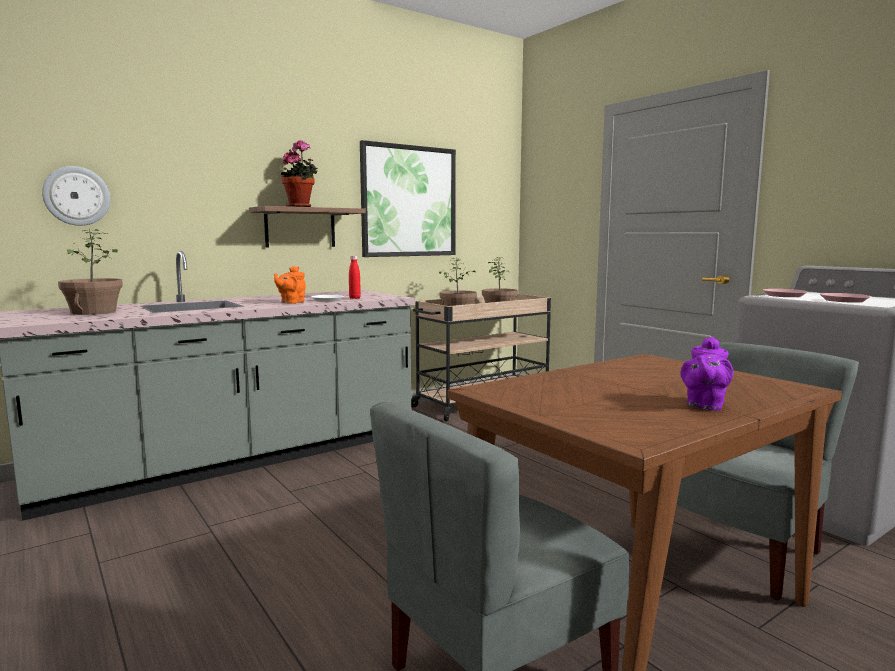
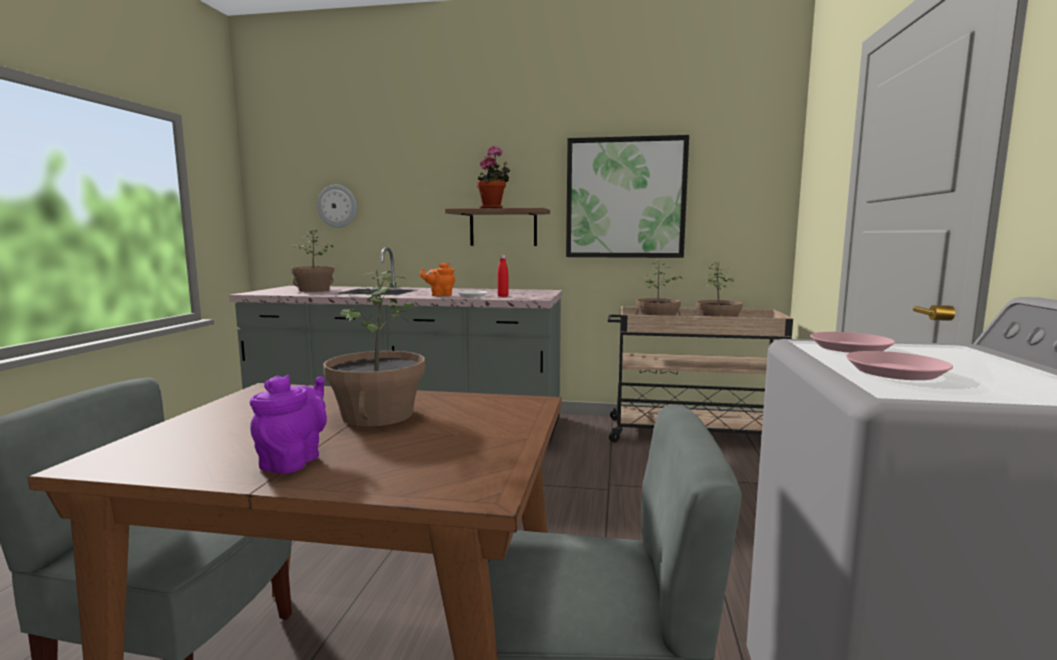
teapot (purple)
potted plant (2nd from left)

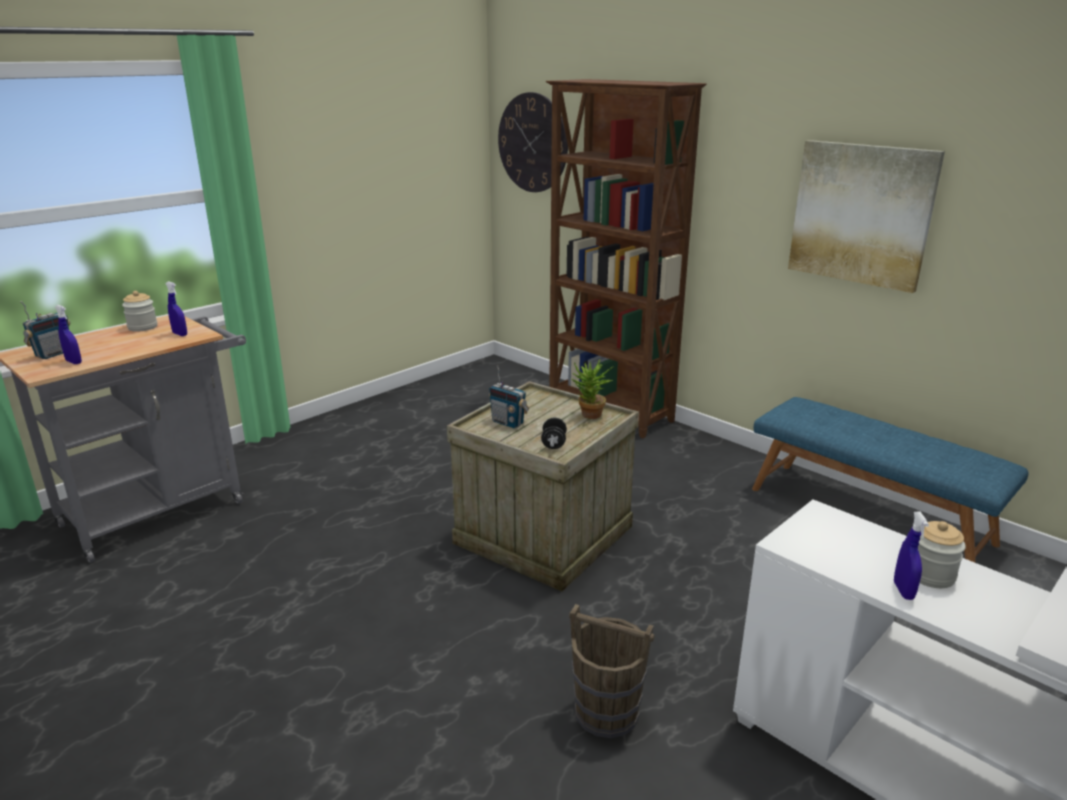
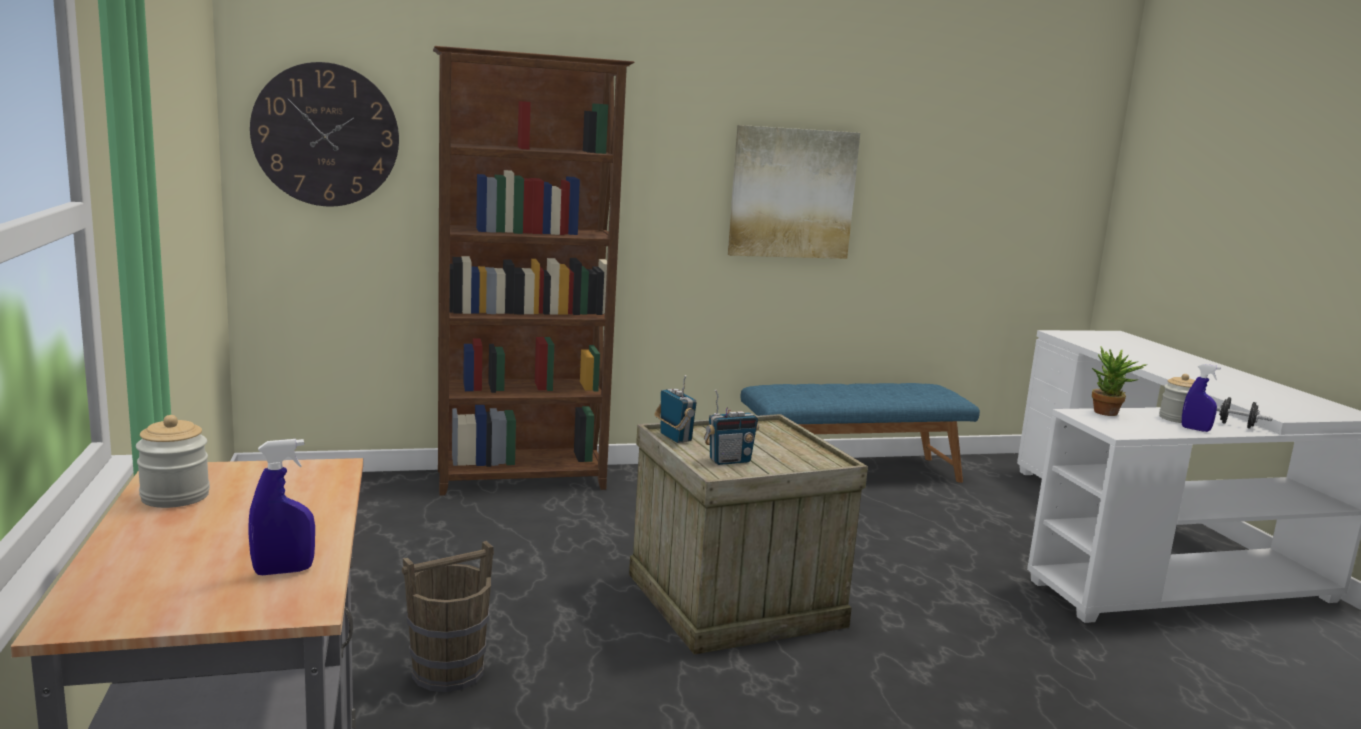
radio (1st from left)
spray bottle (blue) (2nd from left in the first image)
dumbbell (black)
bucket (brown)
potted plant

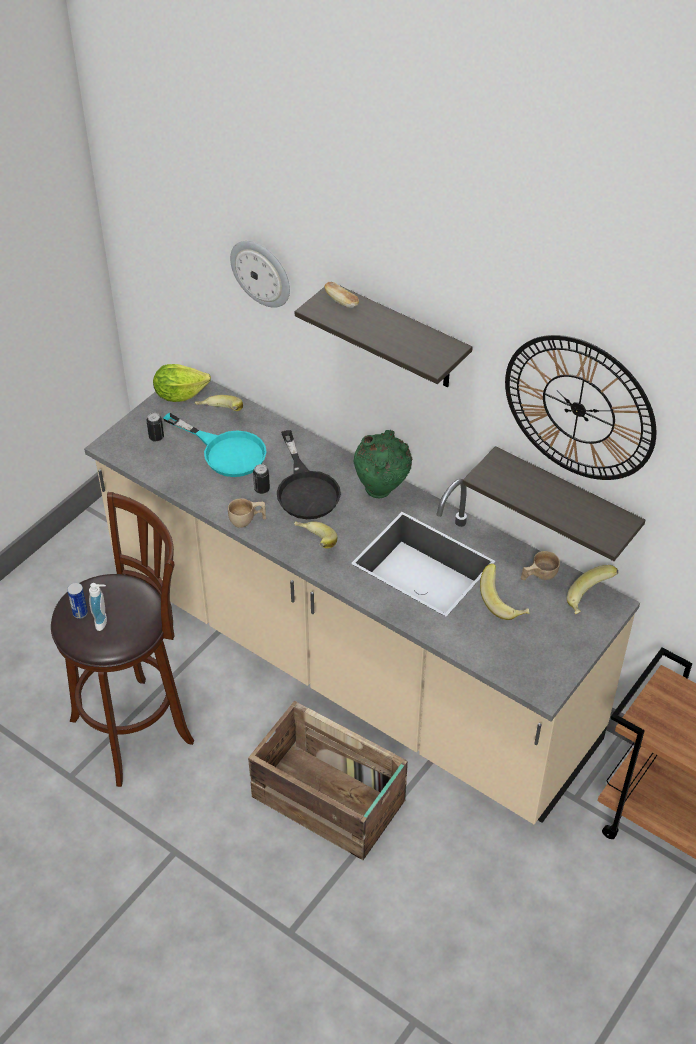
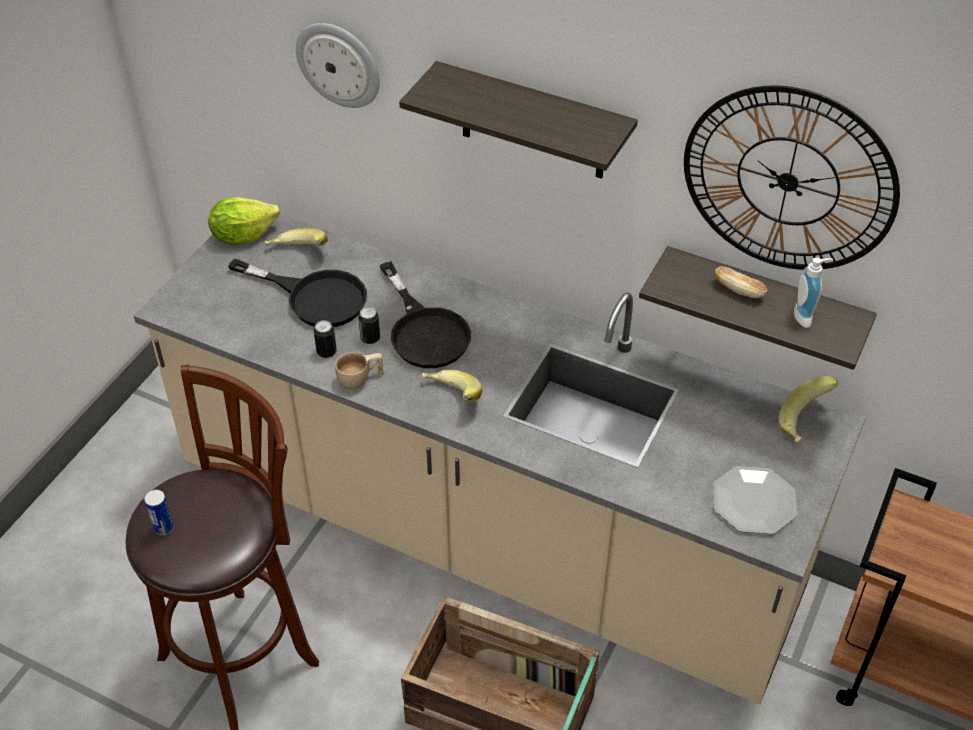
soap dispenser
can (2nd from left)
frying pan (black) (1st from left)
bread
vase (green)
banana (3rd from left in the first image)
cup (beige) (2nd from left in the first image)
plate

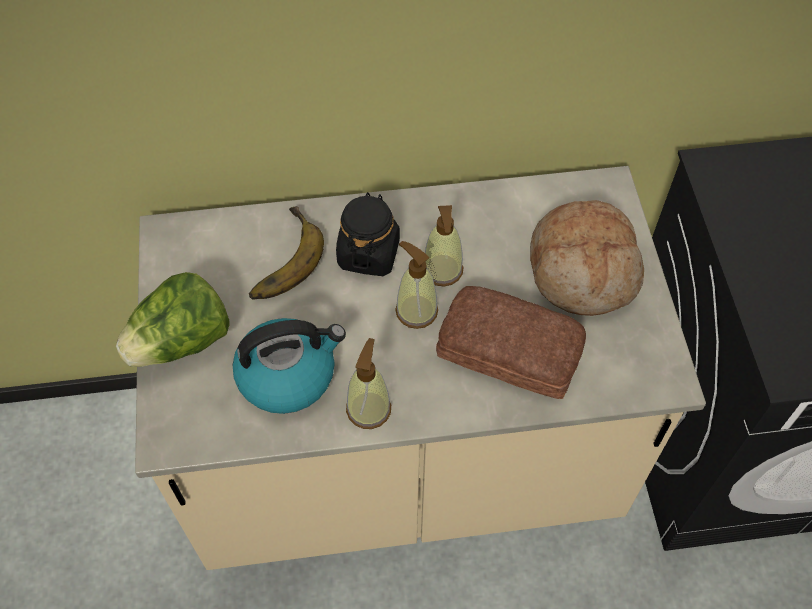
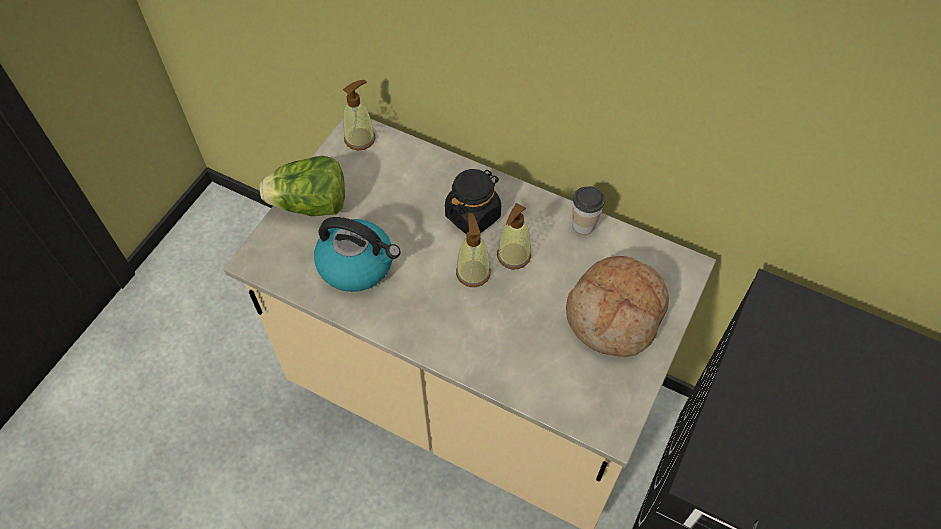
banana
soap dispenser (1st from left)
bread (1st from left in the first image)
cup

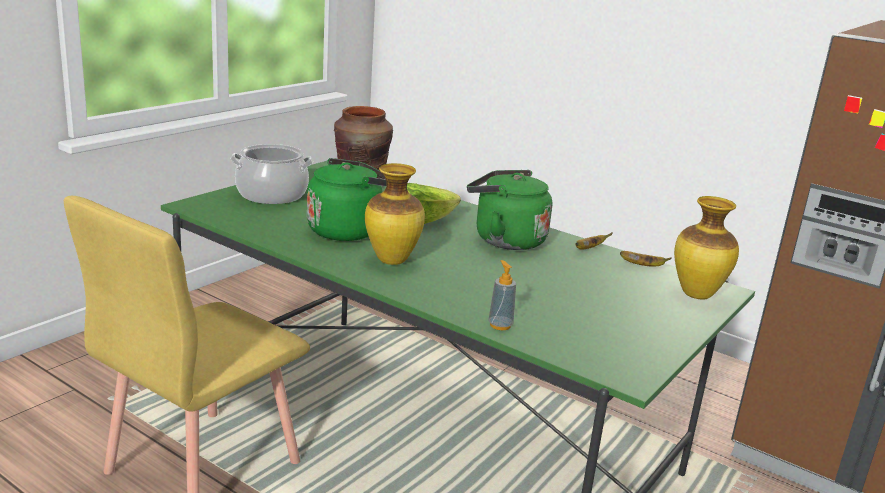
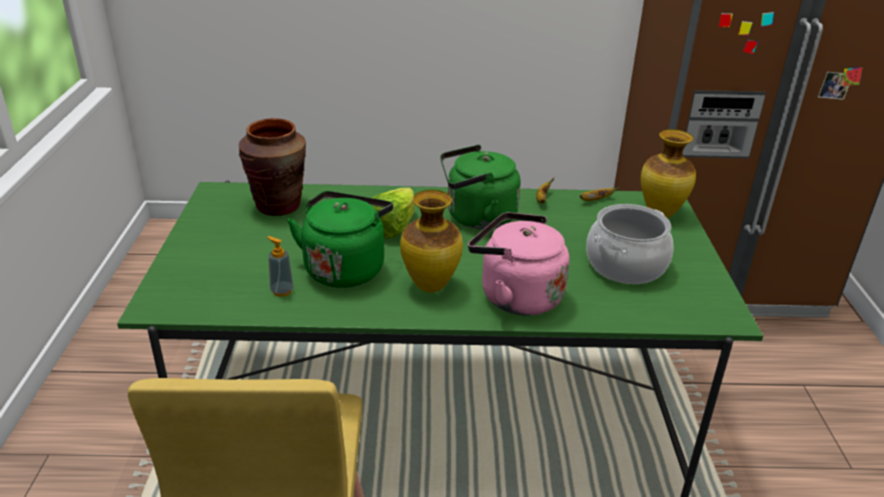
cooking pot
soap dispenser
kettle (pink)

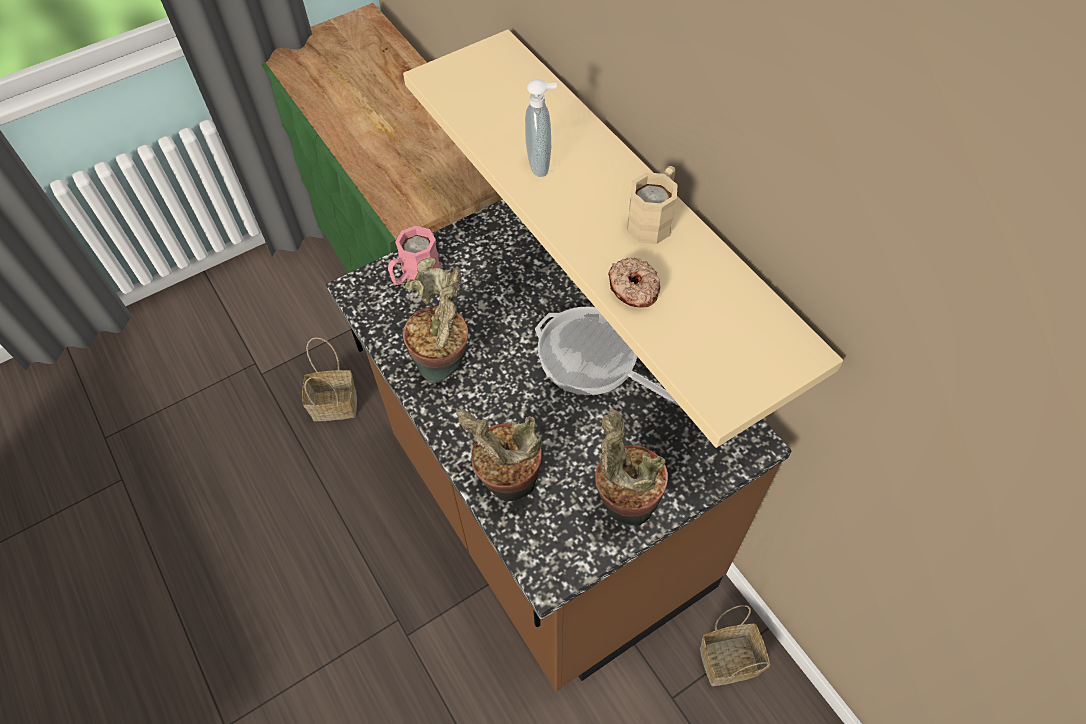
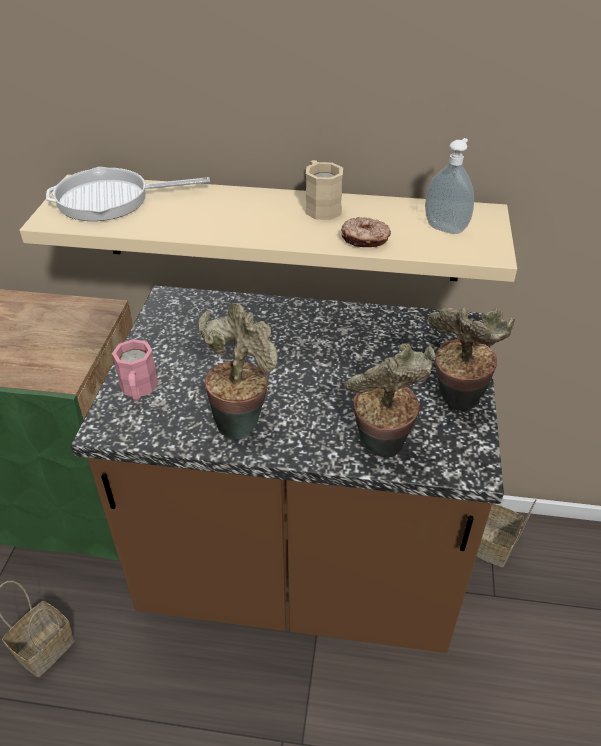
soap dispenser
frying pan

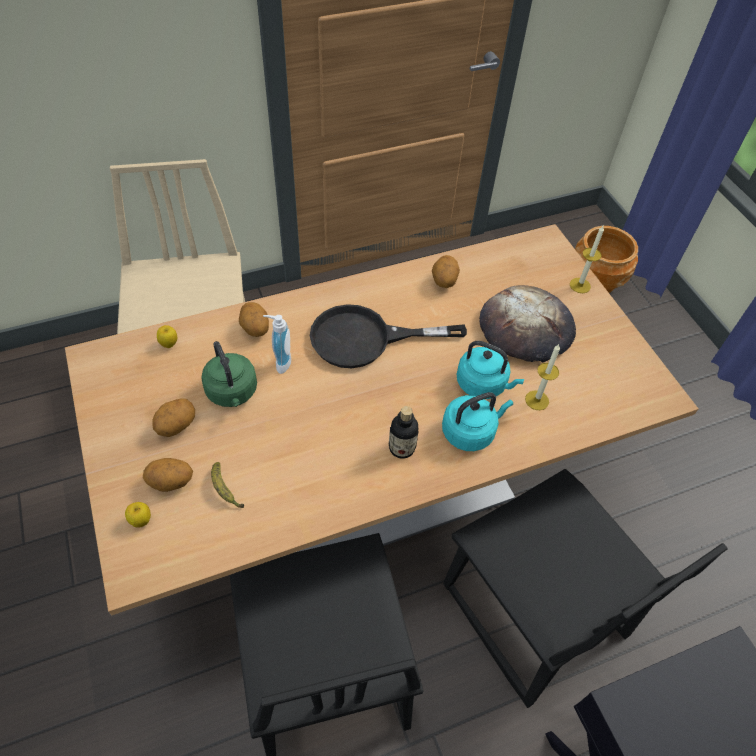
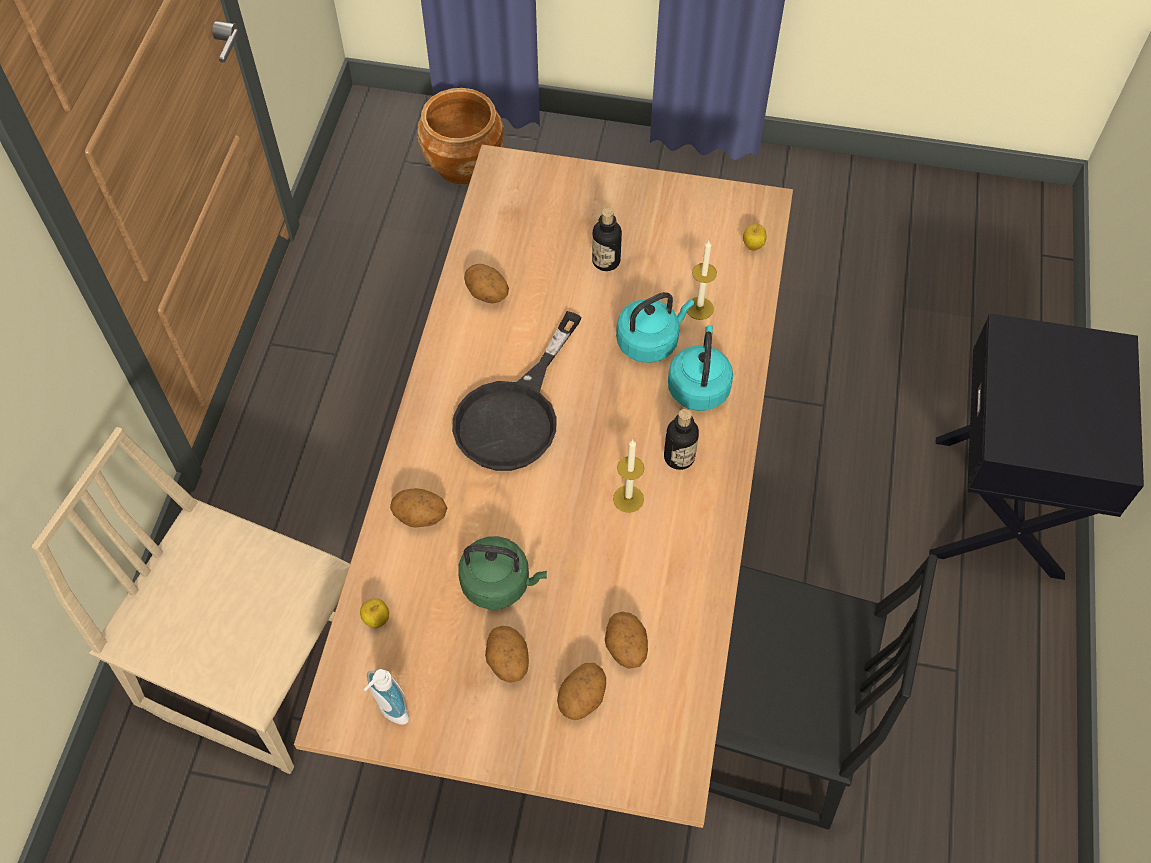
apple (2nd from left)
potato (5th from left)
soap dispenser
chair (black) (2nd from left in the first image)
bottle (1st from left)
candle (1st from left)

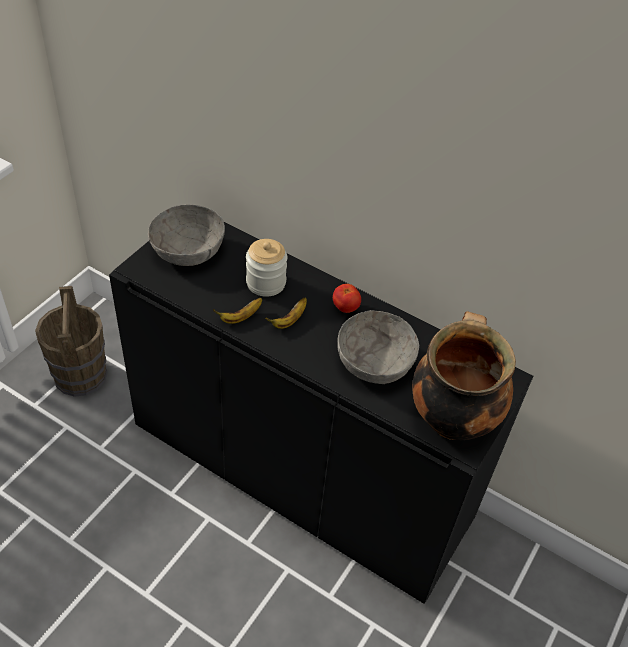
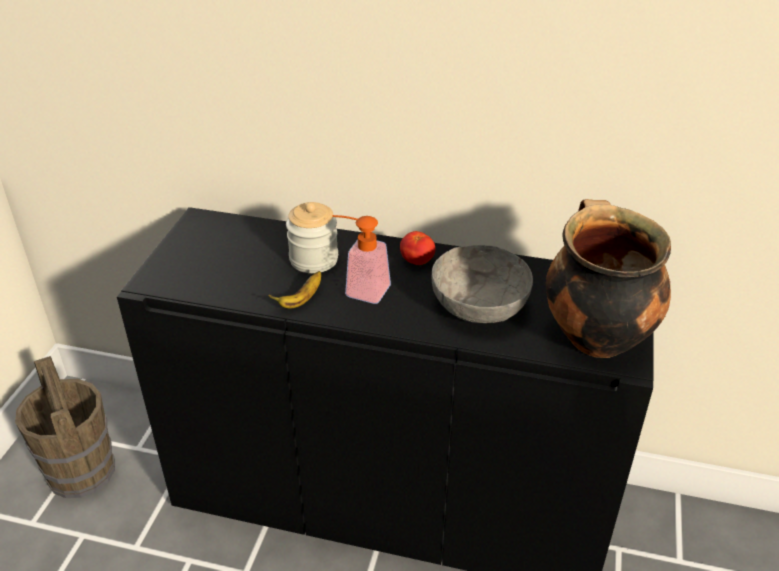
bowl (grey) (1st from left in the first image)
soap dispenser

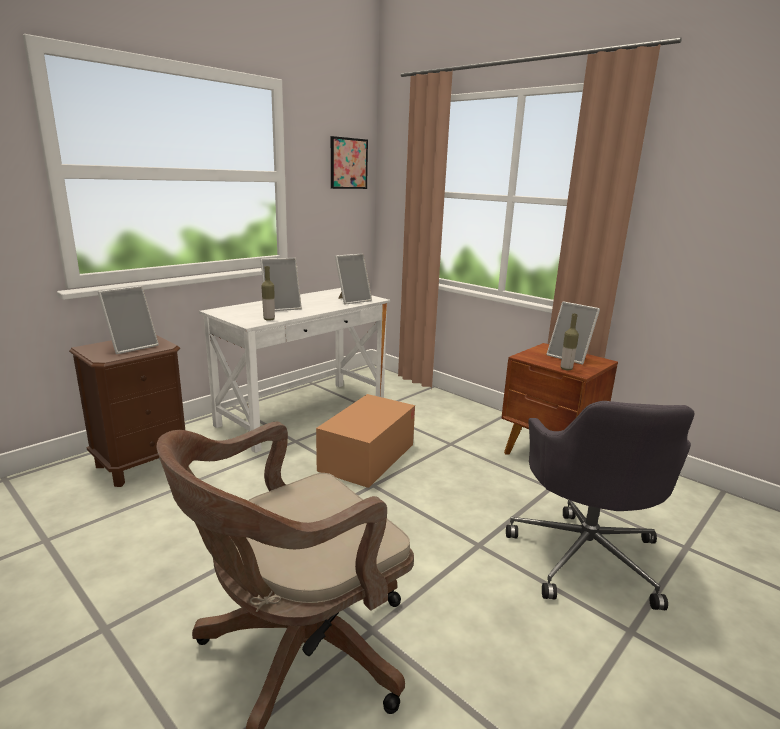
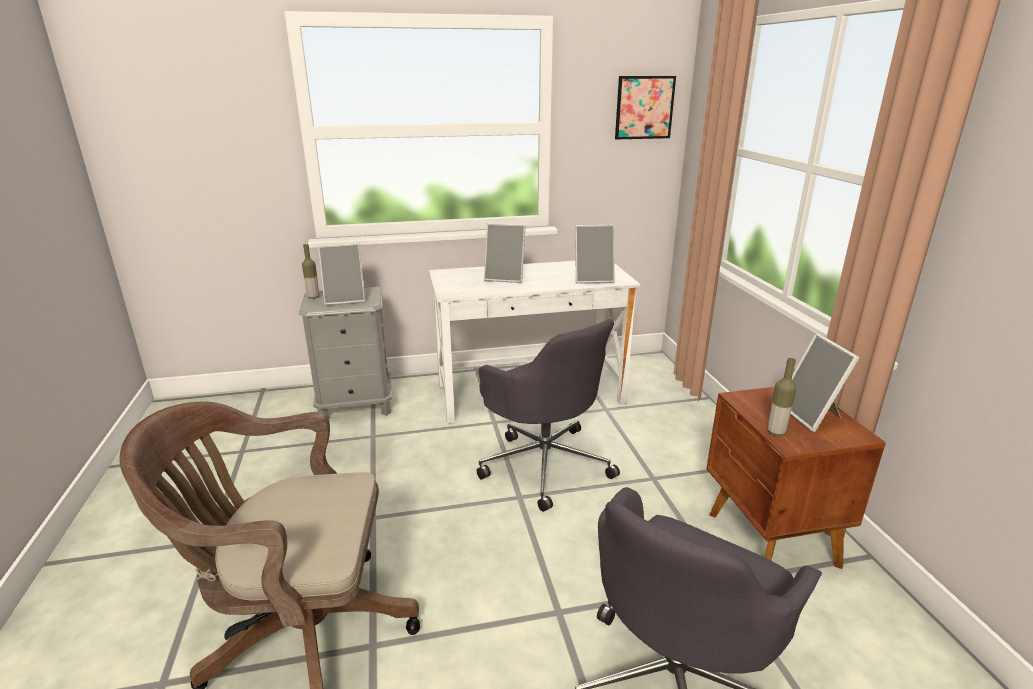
nightstand (grey)
bottle (1st from left)
office chair (grey) (1st from left)

